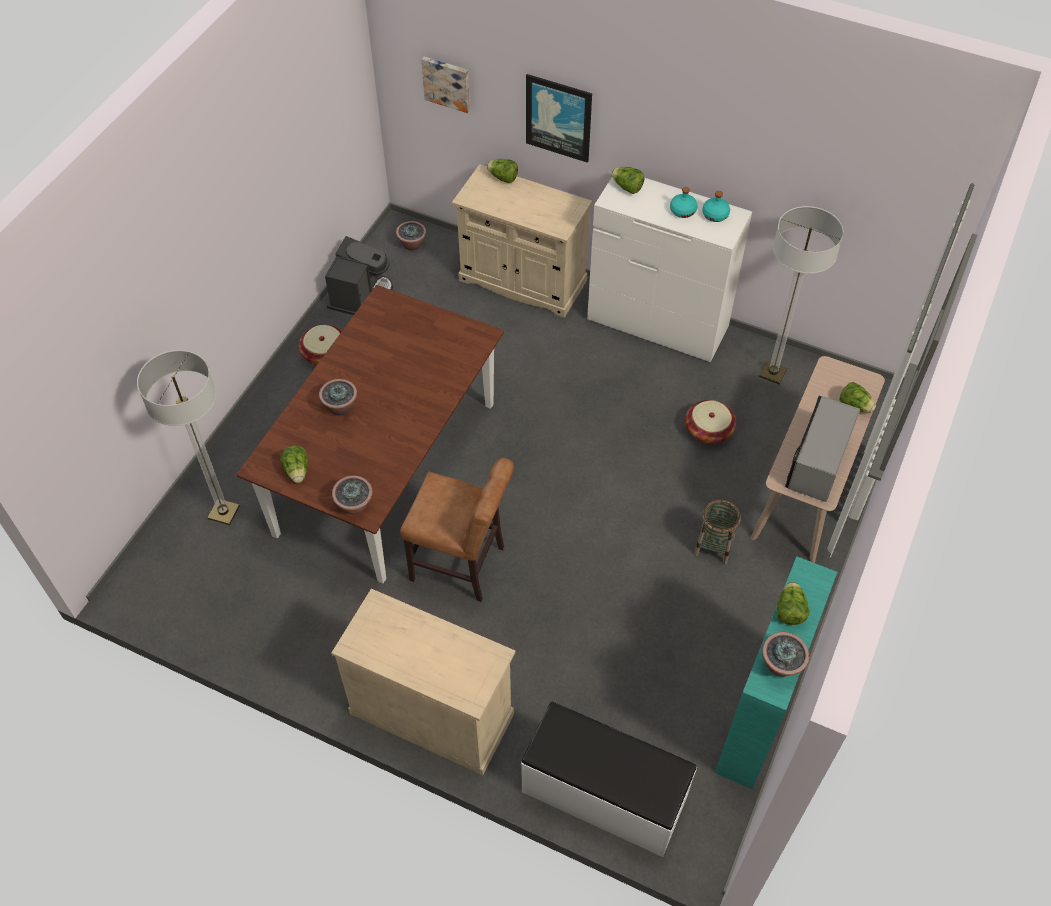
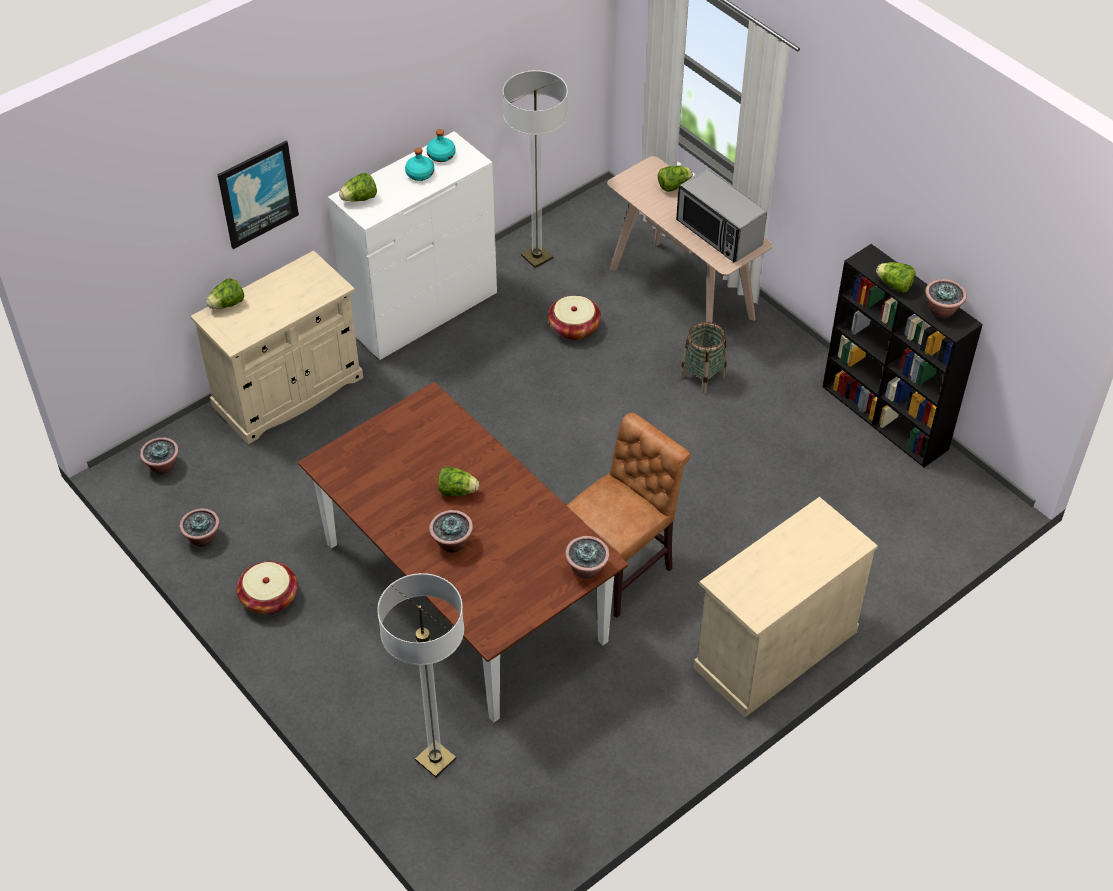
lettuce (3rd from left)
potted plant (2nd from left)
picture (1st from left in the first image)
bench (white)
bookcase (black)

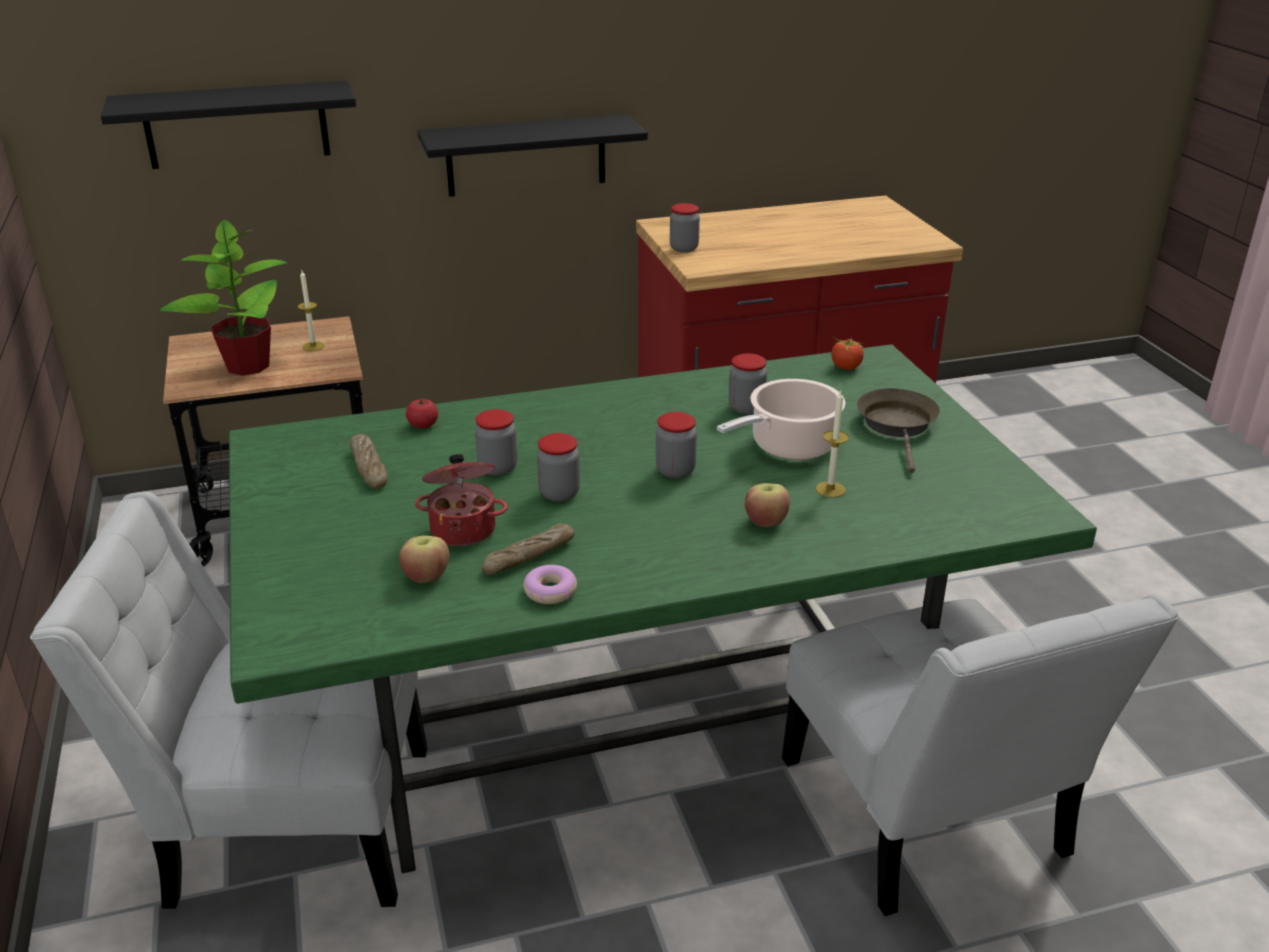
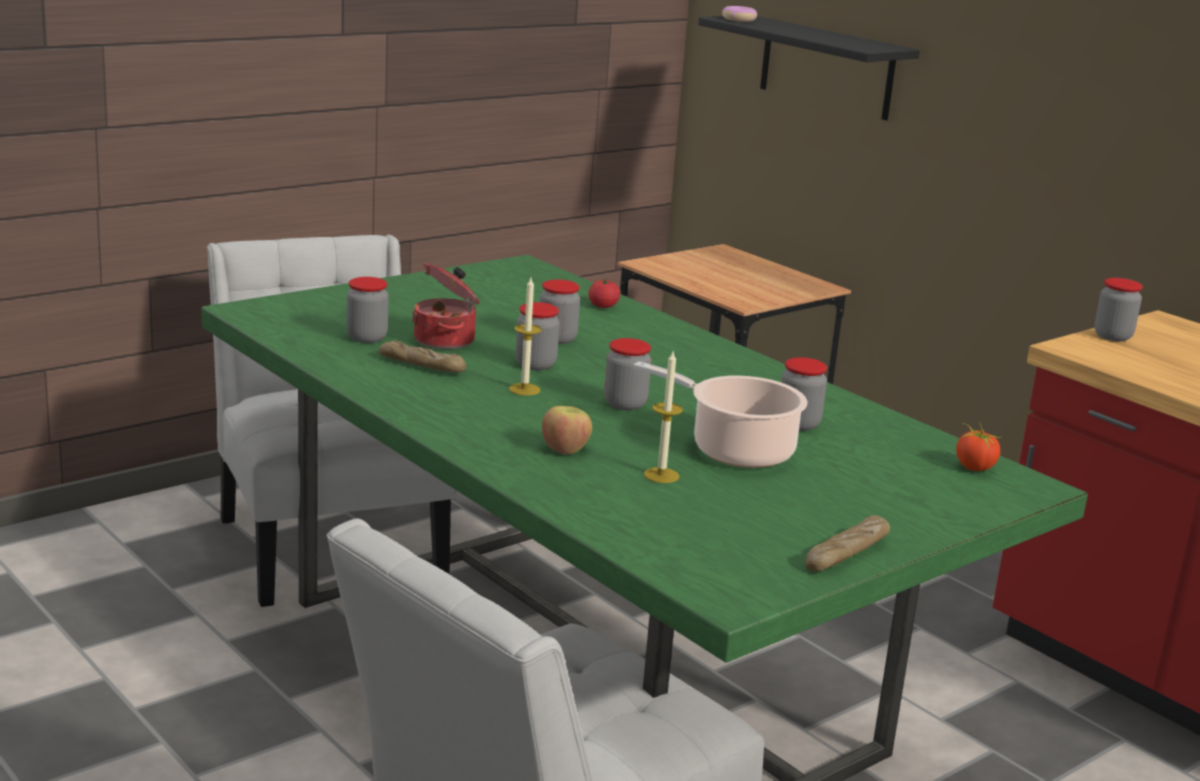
potted plant
candle (1st from left)
bread (2nd from left)
jar (1st from left)
shelf (black) (2nd from left in the first image)
donut
frying pan (brown)

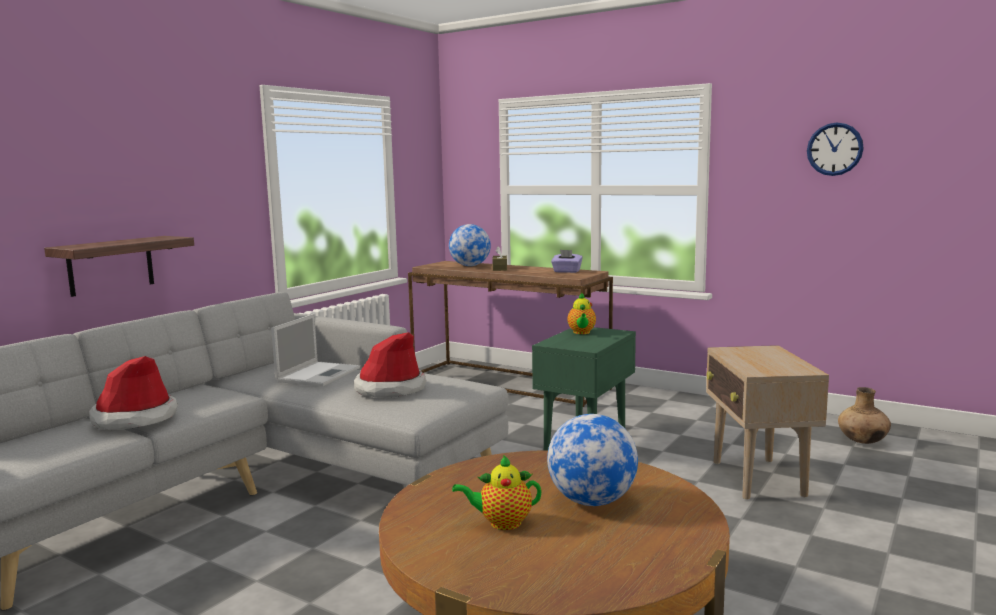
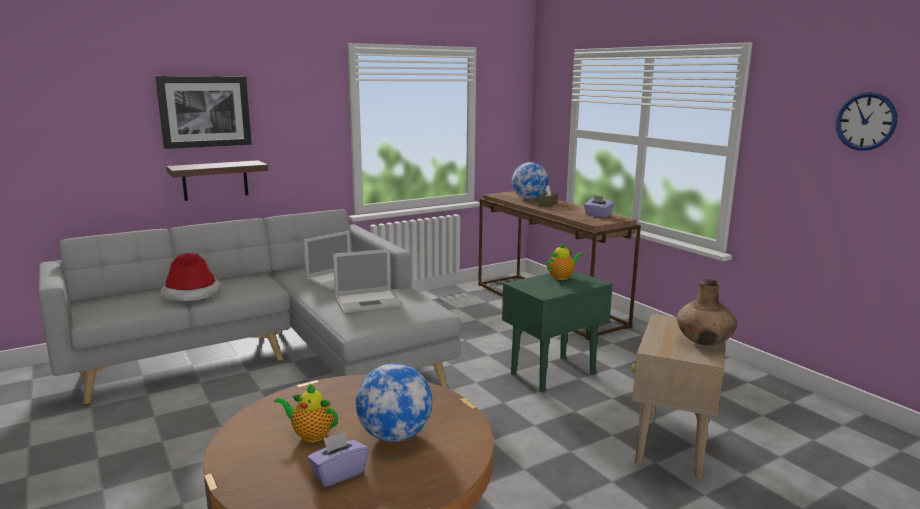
laptop (2nd from left)
teapot (2nd from left)
vase (brown)
picture
tissue box (purple) (1st from left)

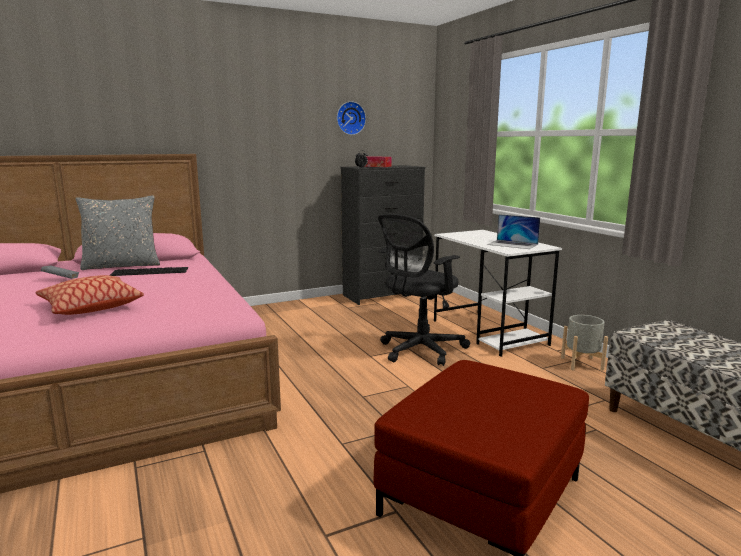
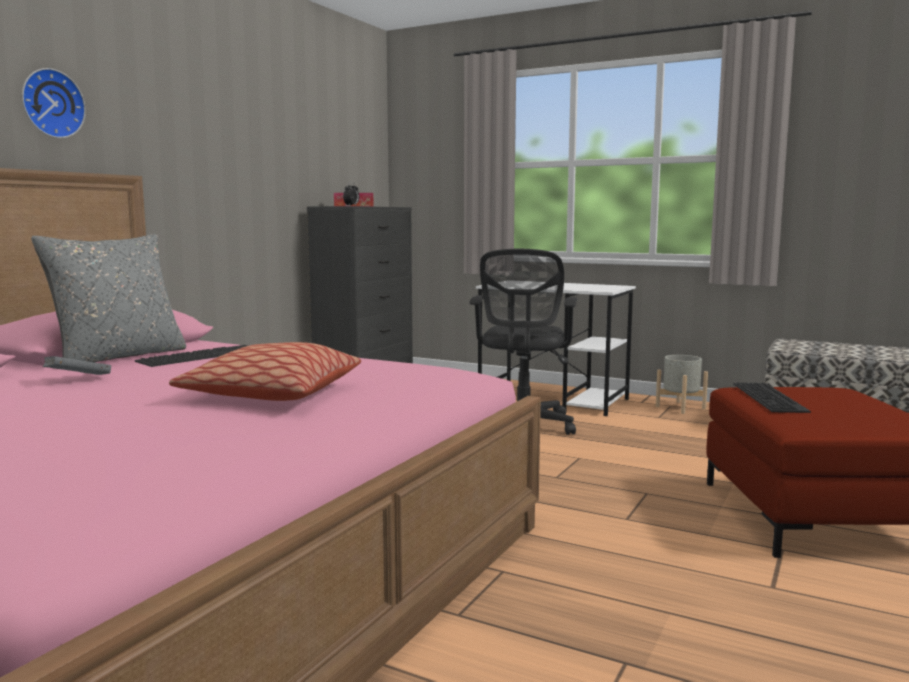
wall clock
laptop
keyboard (2nd from left)

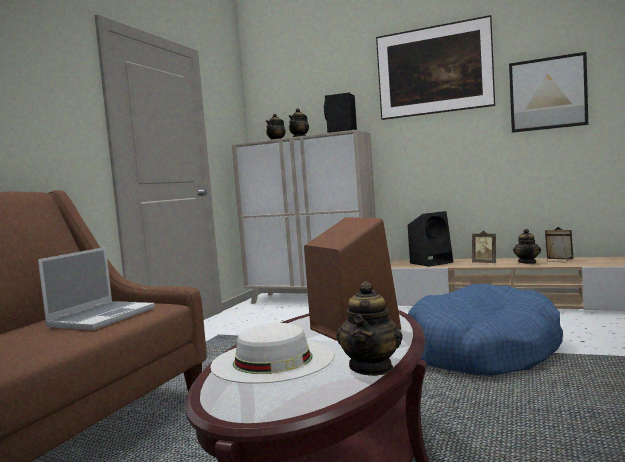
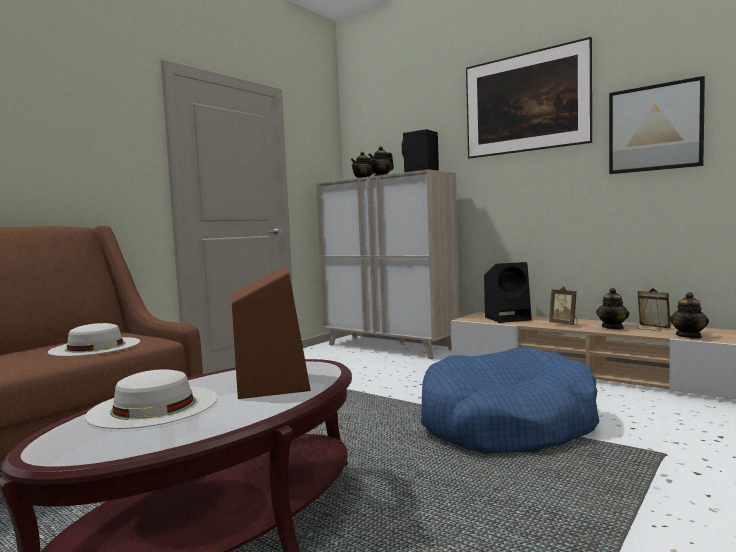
hat (white) (1st from left)
teapot (4th from left)

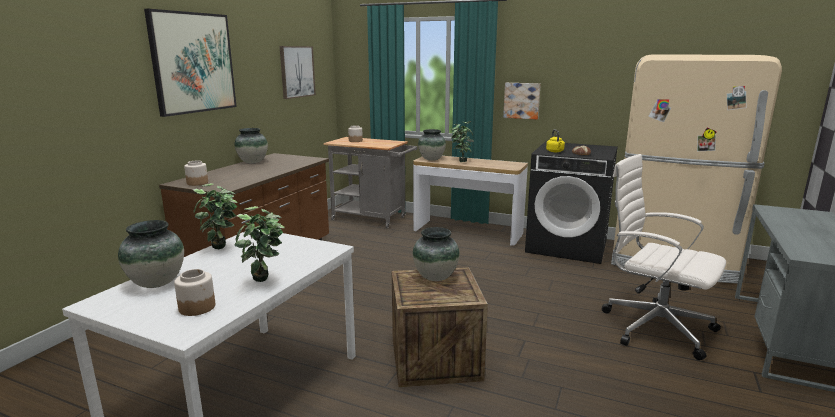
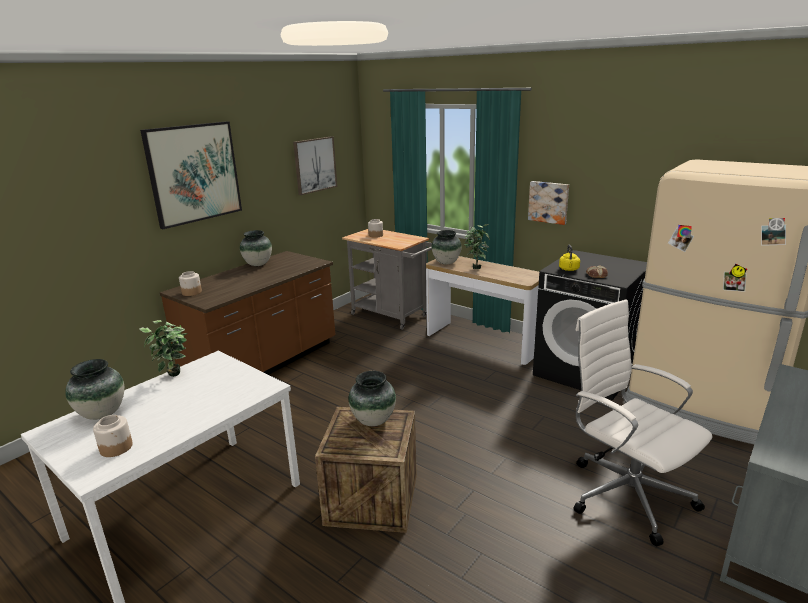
potted plant (2nd from left in the first image)

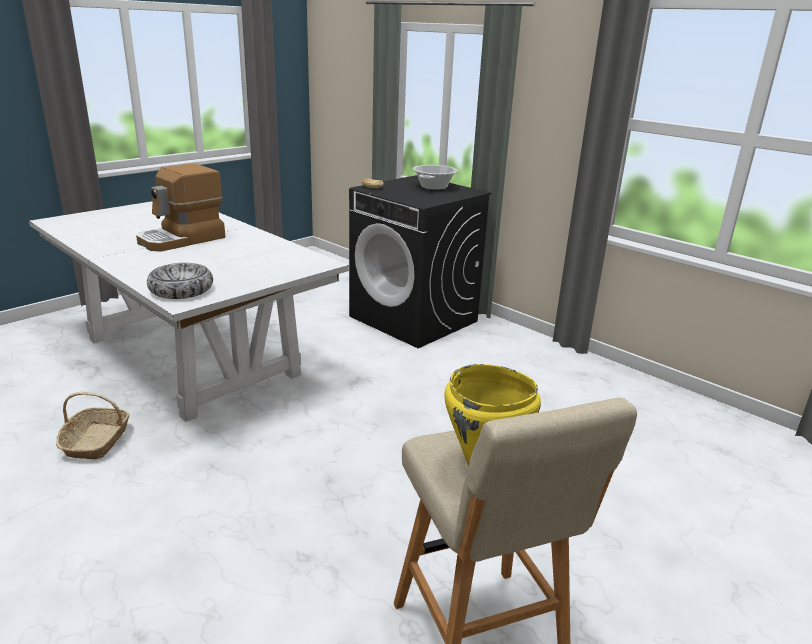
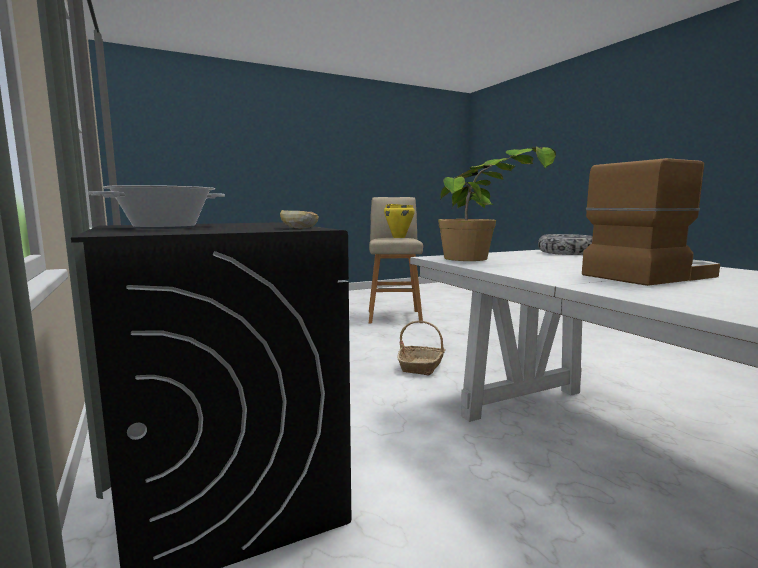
basket
potted plant

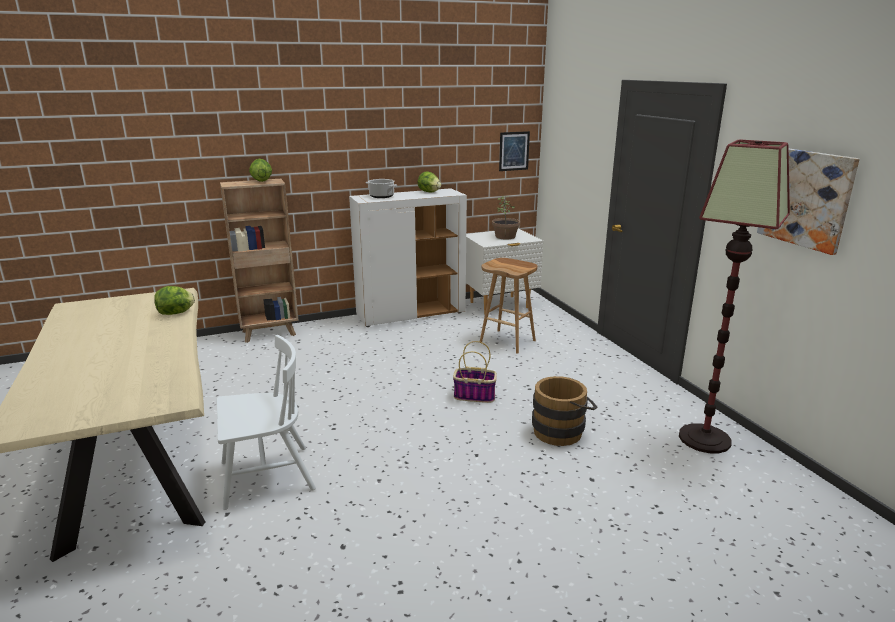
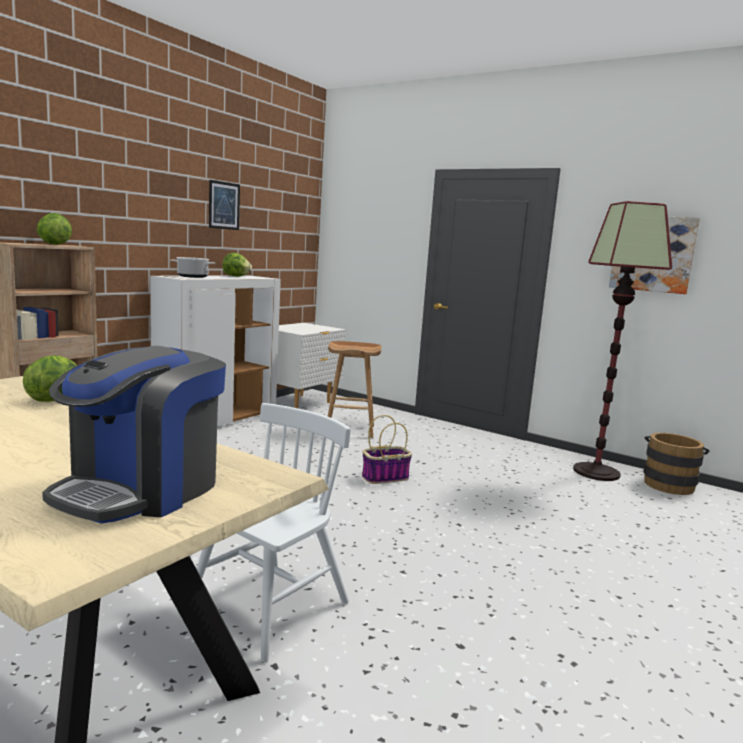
potted plant
picture (1st from left)
bucket (brown)
coffee machine

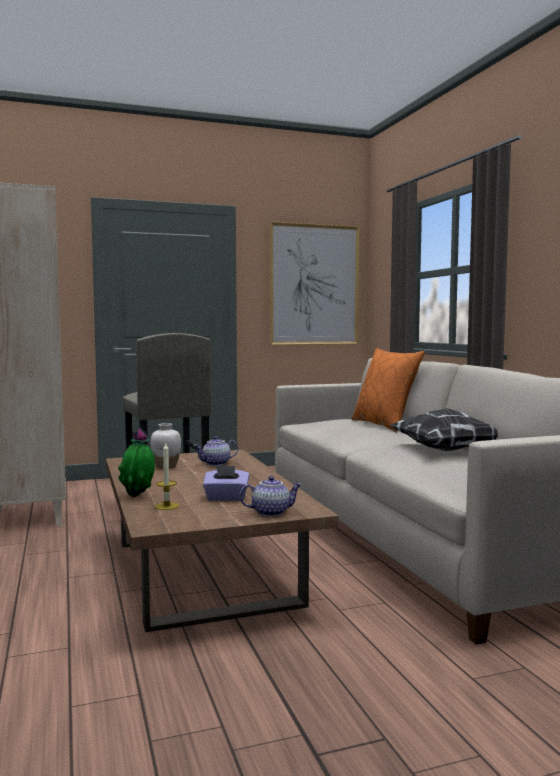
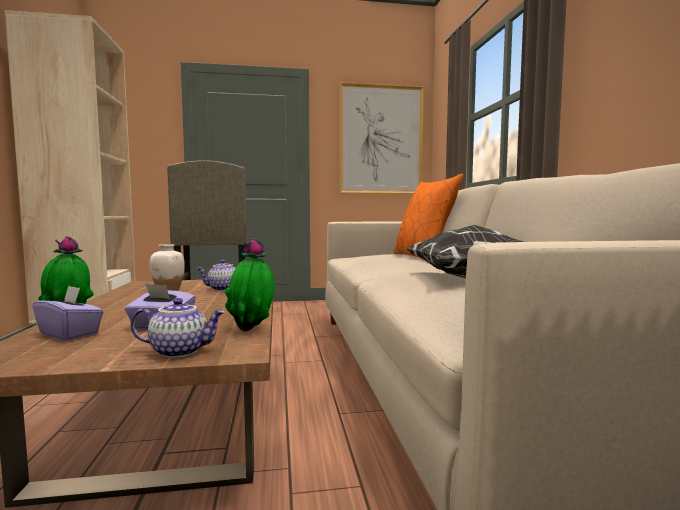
tissue box (purple) (1st from left)
potted plant (2nd from left)

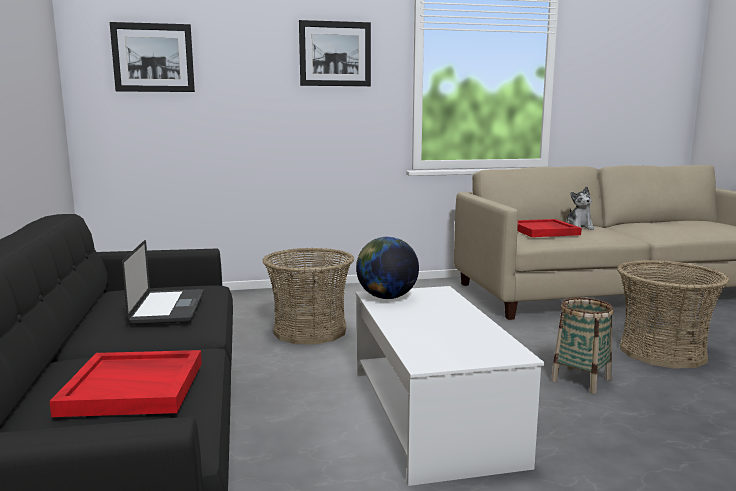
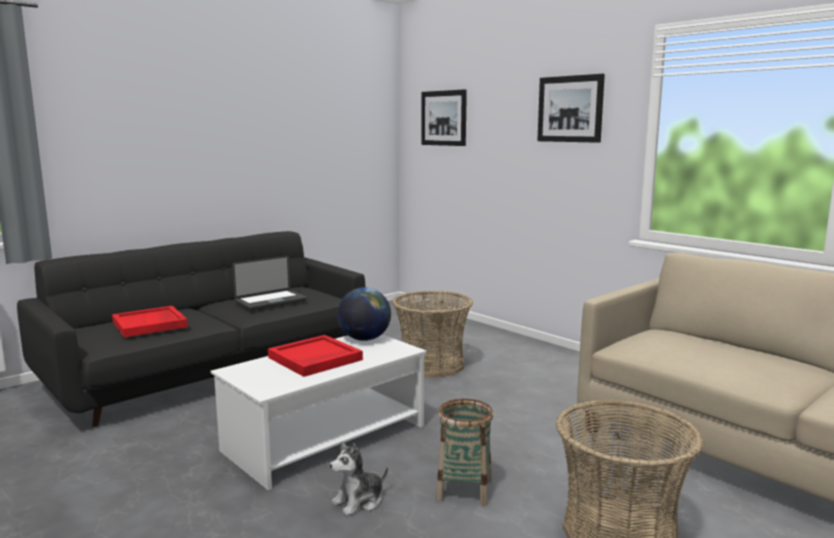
tray (red) (2nd from left)
plush toy

